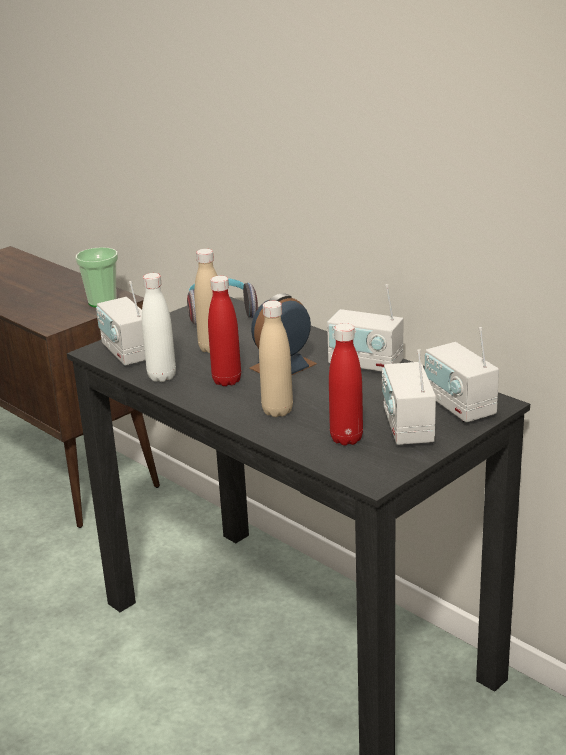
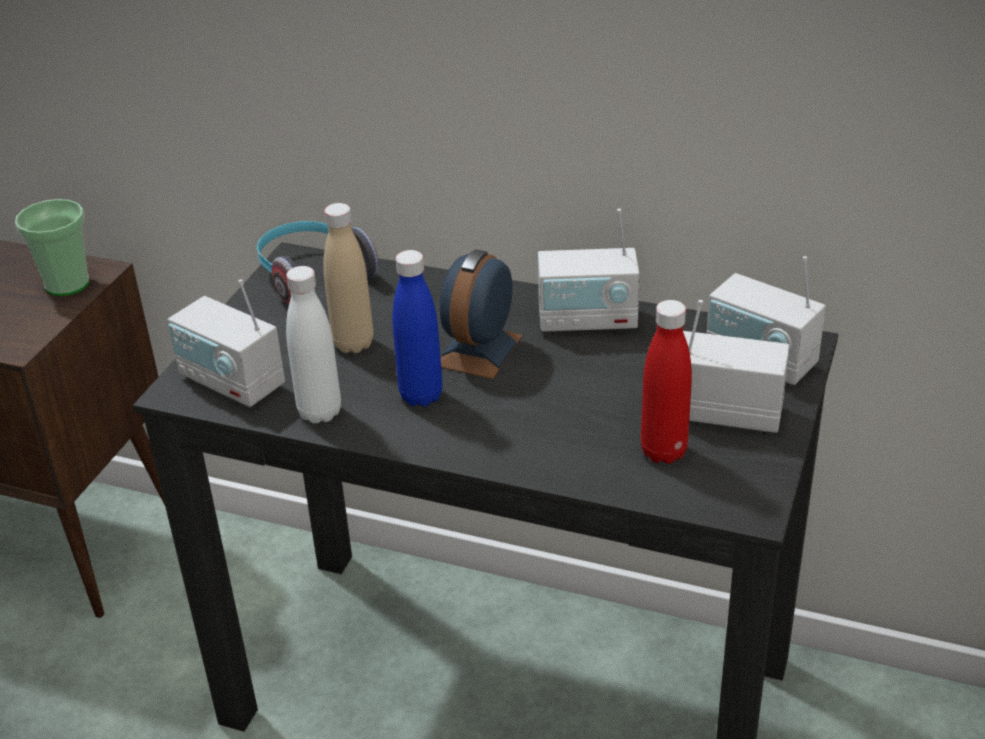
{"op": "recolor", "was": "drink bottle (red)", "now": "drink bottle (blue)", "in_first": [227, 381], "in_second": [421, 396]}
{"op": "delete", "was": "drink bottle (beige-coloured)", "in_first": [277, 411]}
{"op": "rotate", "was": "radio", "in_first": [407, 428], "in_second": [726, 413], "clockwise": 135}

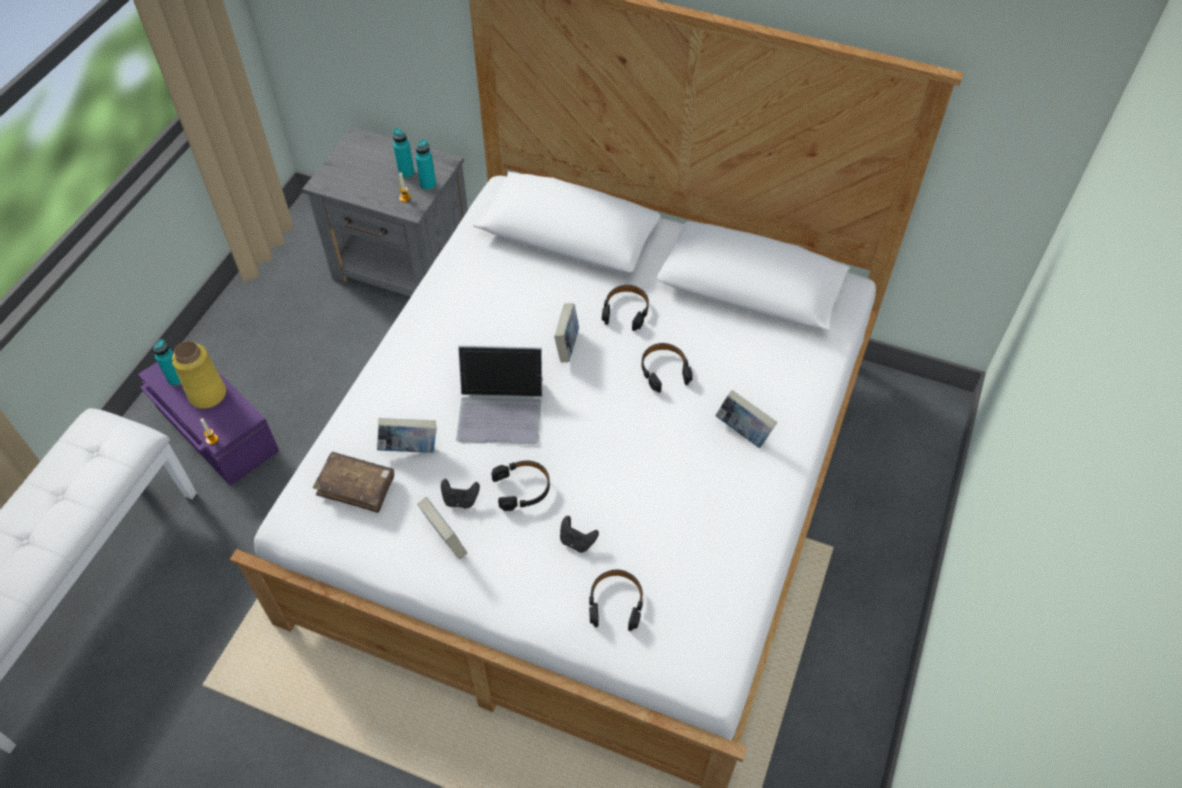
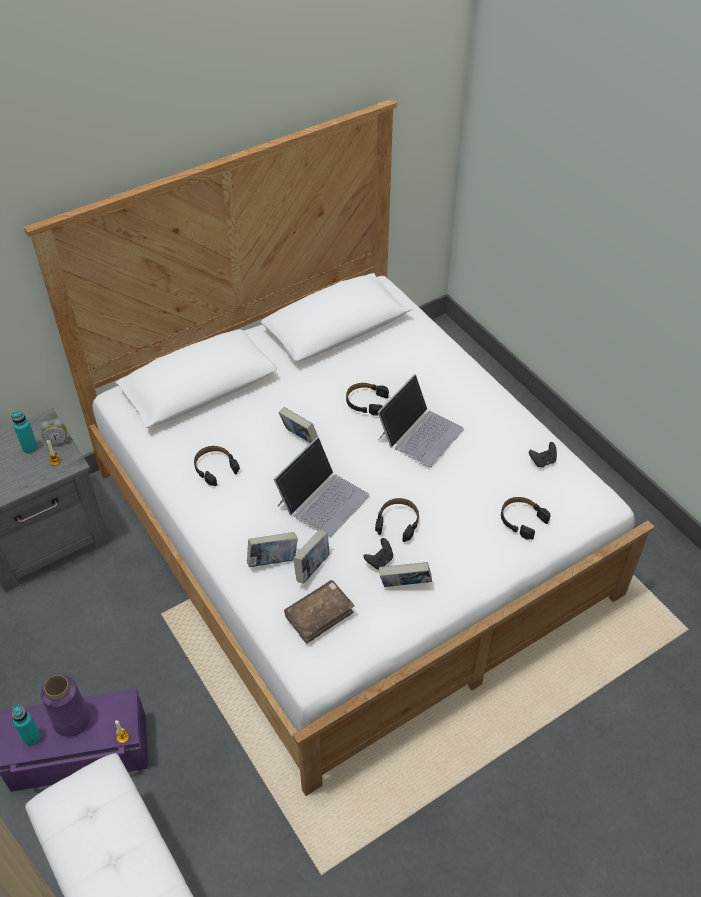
{"op": "recolor", "was": "decorative vase (yellowish)", "now": "decorative vase (purple)", "in_first": [208, 394], "in_second": [72, 720]}
{"op": "replace", "was": "drink bottle (blue-green)", "now": "alarm clock", "in_first": [428, 185], "in_second": [57, 441]}
{"op": "move", "was": "joypad (black-coloured)", "in_first": [577, 541], "in_second": [542, 461]}
{"op": "move", "was": "pair of headphones (black-coloured)", "in_first": [626, 311], "in_second": [215, 468]}
{"op": "move", "was": "book", "in_first": [743, 432], "in_second": [273, 561]}
{"op": "insert", "now": "laptop", "in_second": [420, 433]}

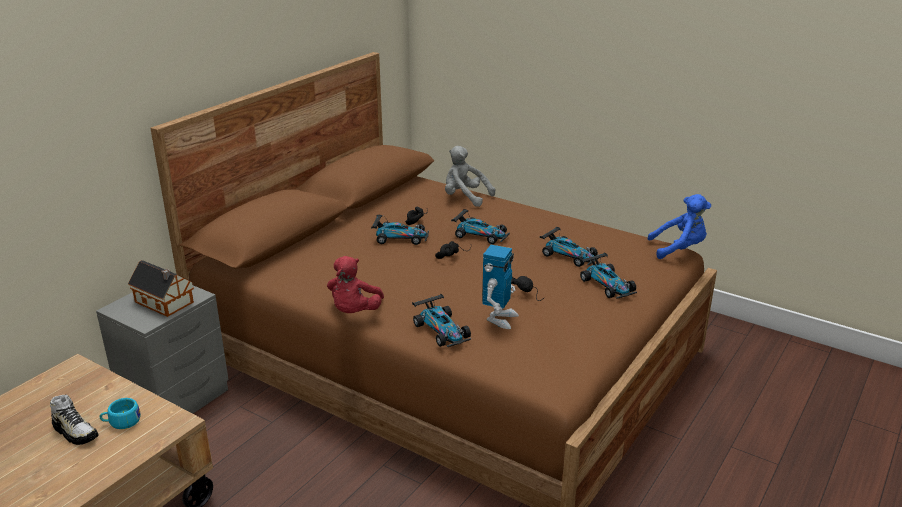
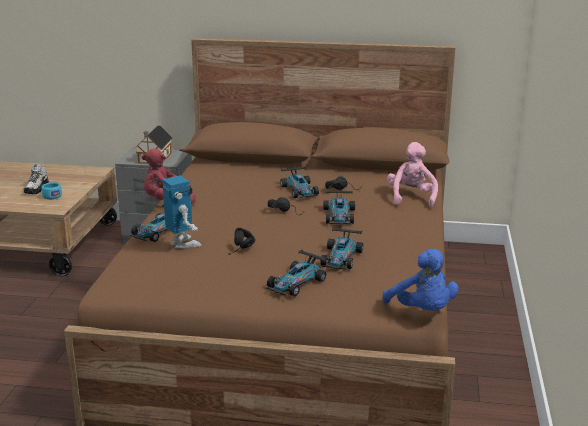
{"op": "recolor", "was": "soft toy (greyish)", "now": "soft toy (pink)", "in_first": [465, 198], "in_second": [411, 197]}
{"op": "rotate", "was": "robot figure", "in_first": [499, 319], "in_second": [183, 244], "clockwise": -120}

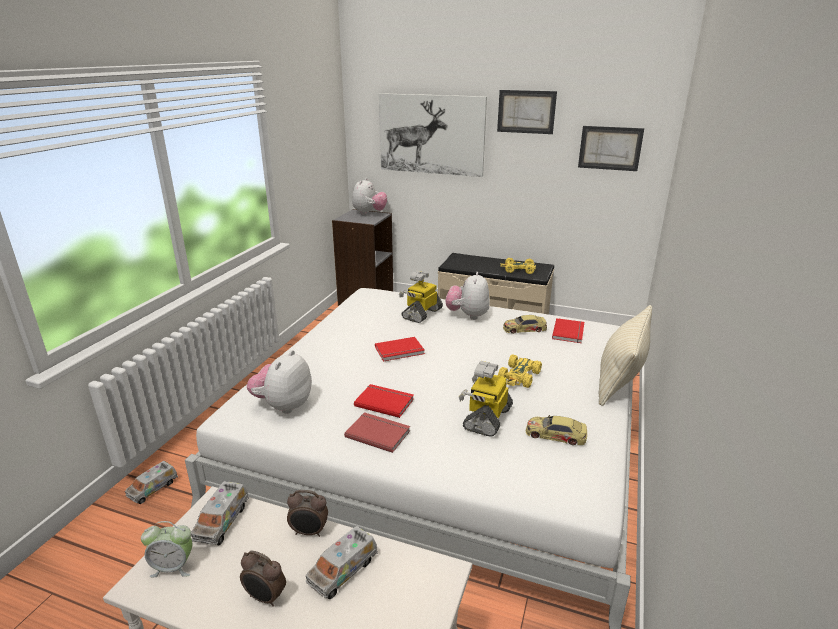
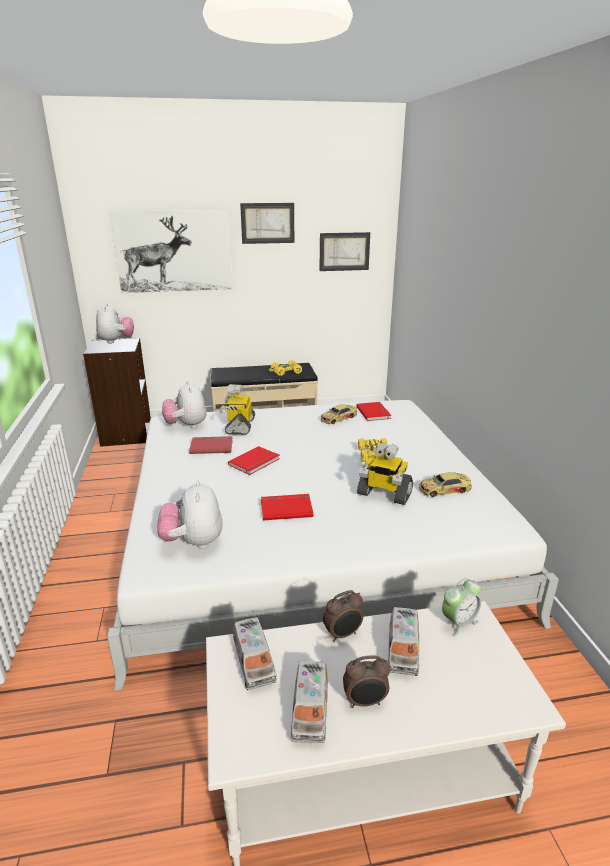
{"op": "move", "was": "model truck", "in_first": [153, 488], "in_second": [310, 710]}
{"op": "move", "was": "alarm clock", "in_first": [173, 567], "in_second": [458, 622]}
{"op": "move", "was": "book (red)", "in_first": [378, 433], "in_second": [211, 446]}
{"op": "move", "was": "soft toy", "in_first": [468, 315], "in_second": [186, 425]}
{"op": "rotate", "was": "robot figure", "in_first": [486, 418], "in_second": [383, 494], "clockwise": -60}
{"op": "delete", "was": "throw pillow (beige-coloured)", "in_first": [620, 378]}

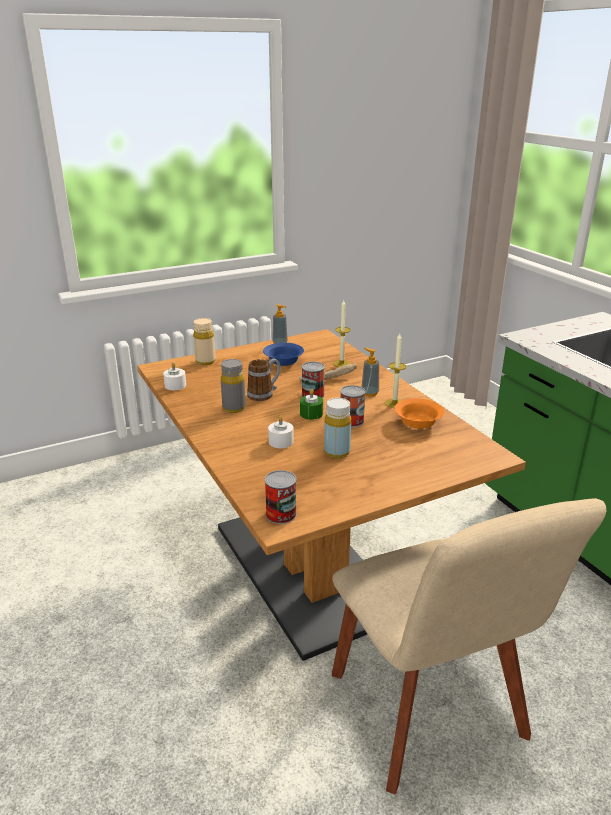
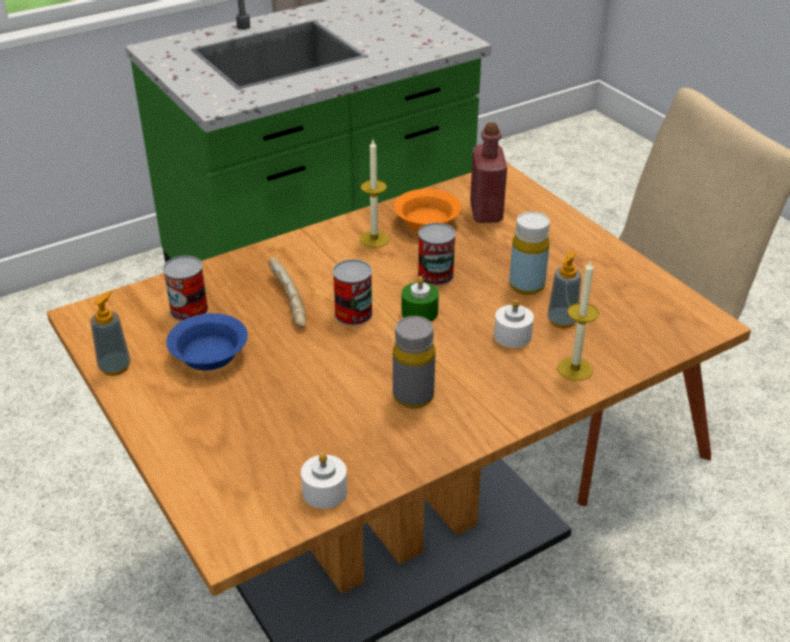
{"op": "delete", "was": "drink bottle (beige-coloured)", "in_first": [205, 361]}
{"op": "delete", "was": "coffee mug", "in_first": [264, 394]}
{"op": "move", "was": "sealed can", "in_first": [281, 514], "in_second": [189, 310]}
{"op": "move", "was": "wax candle", "in_first": [341, 363], "in_second": [575, 369]}
{"op": "move", "was": "soap bottle", "in_first": [369, 393], "in_second": [562, 321]}
{"op": "insert", "now": "drink bottle (red)", "in_second": [486, 212]}

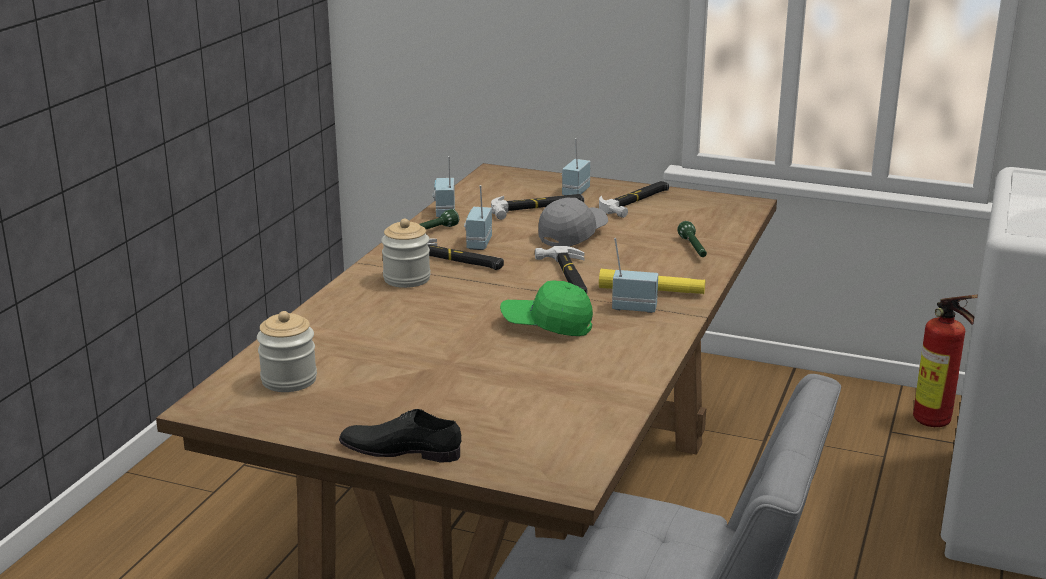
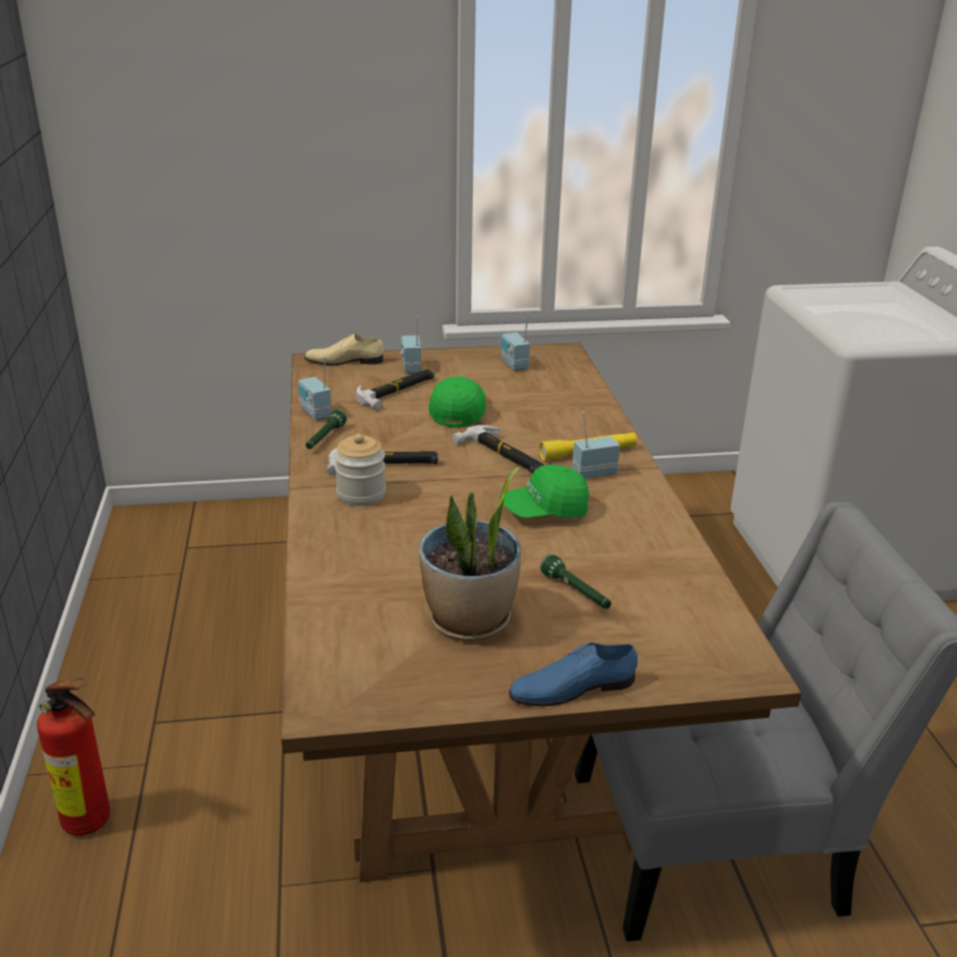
{"op": "delete", "was": "storage jar", "in_first": [289, 380]}
{"op": "recolor", "was": "shoe (black-coloured)", "now": "shoe (blue)", "in_first": [401, 449], "in_second": [571, 687]}
{"op": "move", "was": "radio", "in_first": [477, 243], "in_second": [513, 365]}
{"op": "recolor", "was": "baseball cap (greyish)", "now": "baseball cap (green)", "in_first": [573, 235], "in_second": [459, 412]}
{"op": "delete", "was": "tool hammer", "in_first": [636, 201]}
{"op": "move", "was": "flashlight (green)", "in_first": [693, 249], "in_second": [576, 592]}
{"op": "move", "was": "fire extinguisher", "in_first": [935, 423], "in_second": [91, 824]}
{"op": "insert", "now": "shoe (beige-coloured)", "in_second": [344, 360]}
{"op": "insert", "now": "plant in a pot", "in_second": [470, 621]}

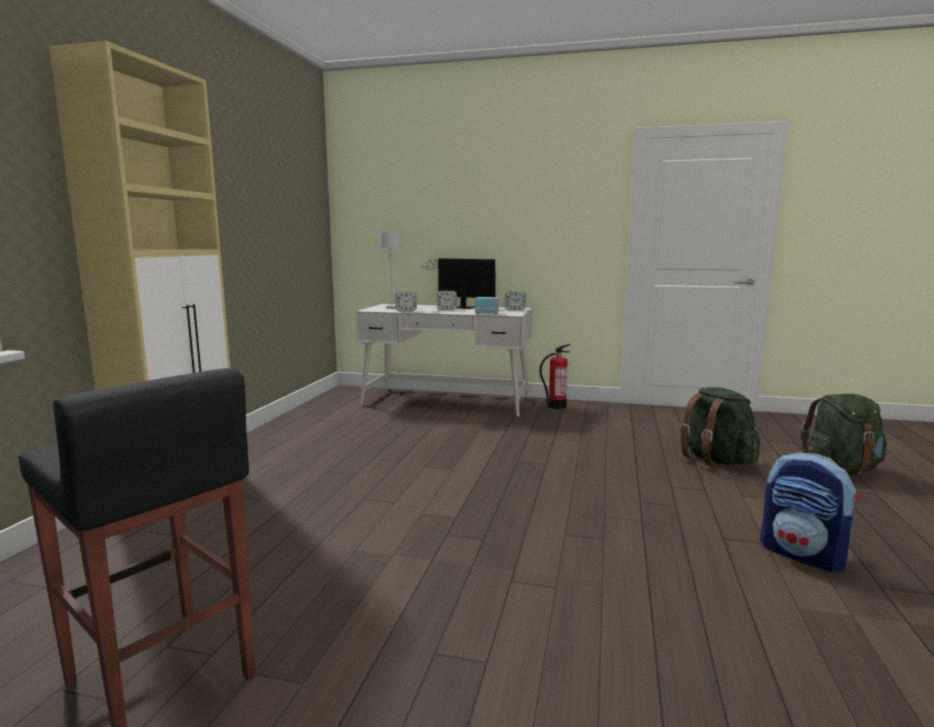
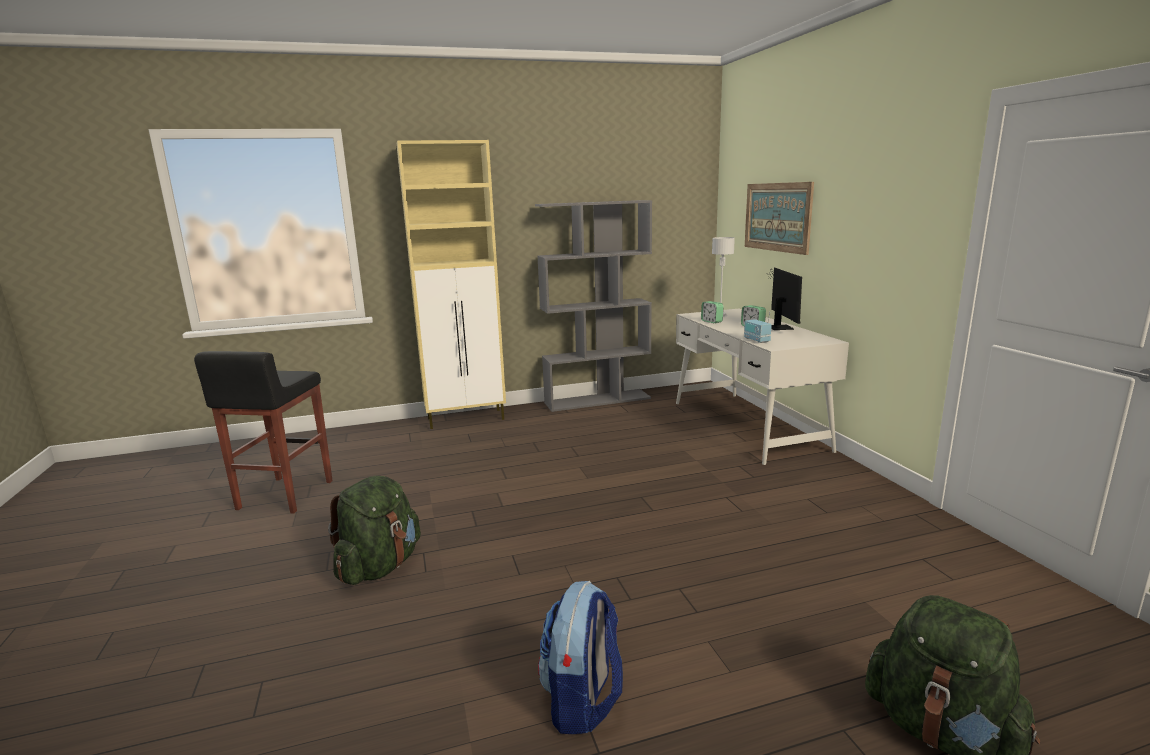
{"op": "delete", "was": "alarm clock", "in_first": [515, 309]}
{"op": "delete", "was": "fire extinguisher", "in_first": [556, 406]}
{"op": "move", "was": "backpack (green)", "in_first": [715, 460], "in_second": [380, 566]}
{"op": "insert", "now": "bookcase (greyish)", "in_second": [598, 400]}
{"op": "insert", "now": "picture", "in_second": [777, 217]}

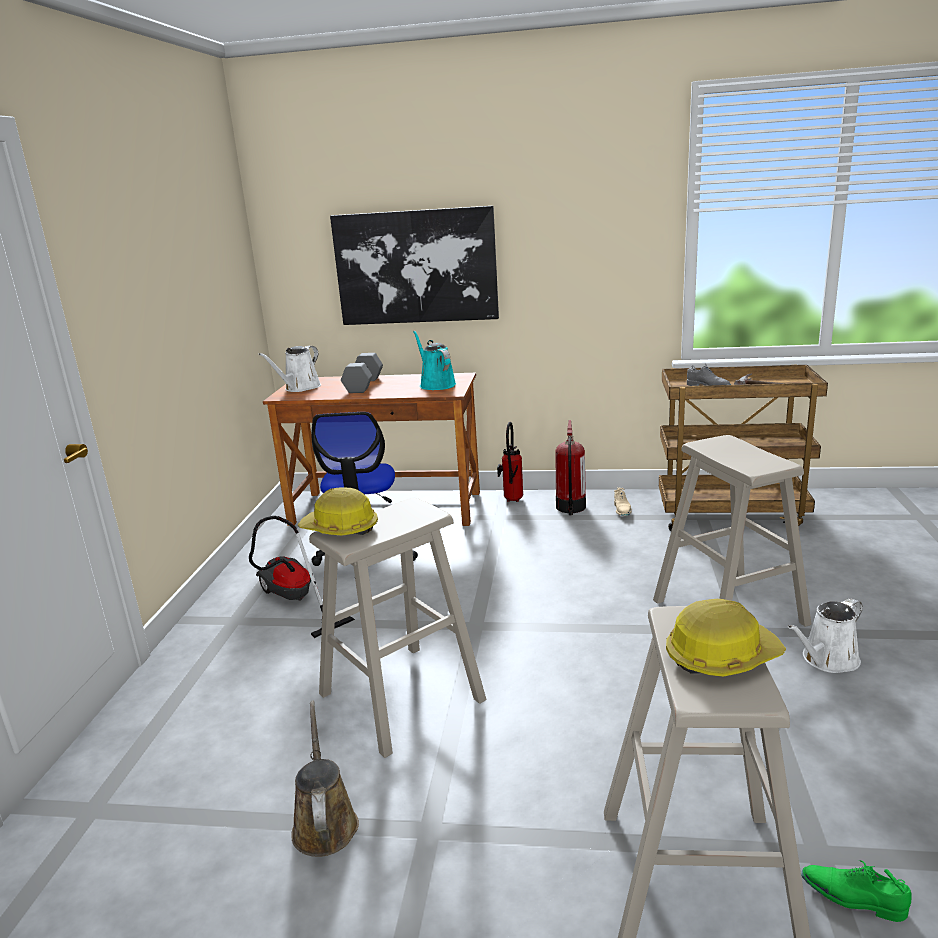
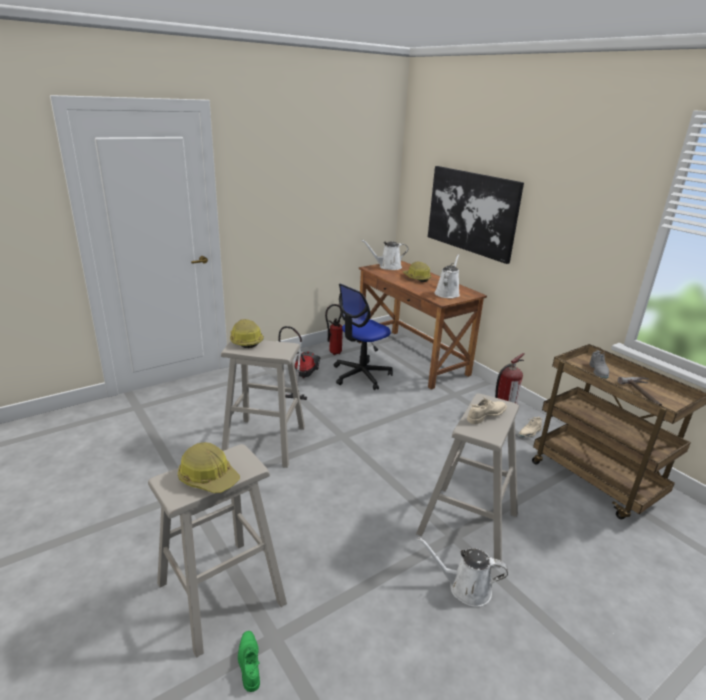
{"op": "delete", "was": "watering can (brown-coloured)", "in_first": [324, 823]}
{"op": "replace", "was": "free weight (greyish)", "now": "work helmet", "in_first": [364, 385], "in_second": [416, 278]}
{"op": "recolor", "was": "watering can (blue-green)", "now": "watering can (white-coloured)", "in_first": [436, 384], "in_second": [447, 293]}
{"op": "move", "was": "fire extinguisher", "in_first": [511, 500], "in_second": [333, 353]}
{"op": "insert", "now": "shoe (beige-coloured)", "in_second": [486, 416]}

